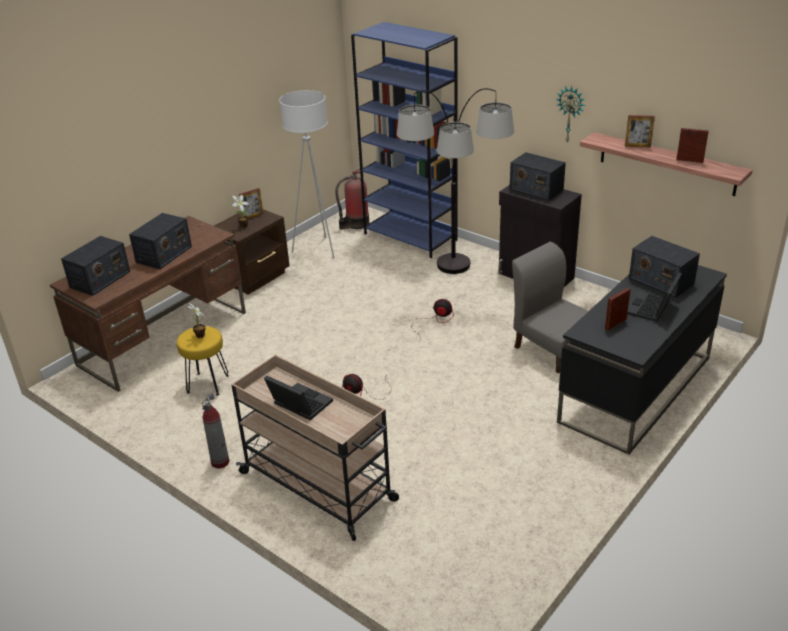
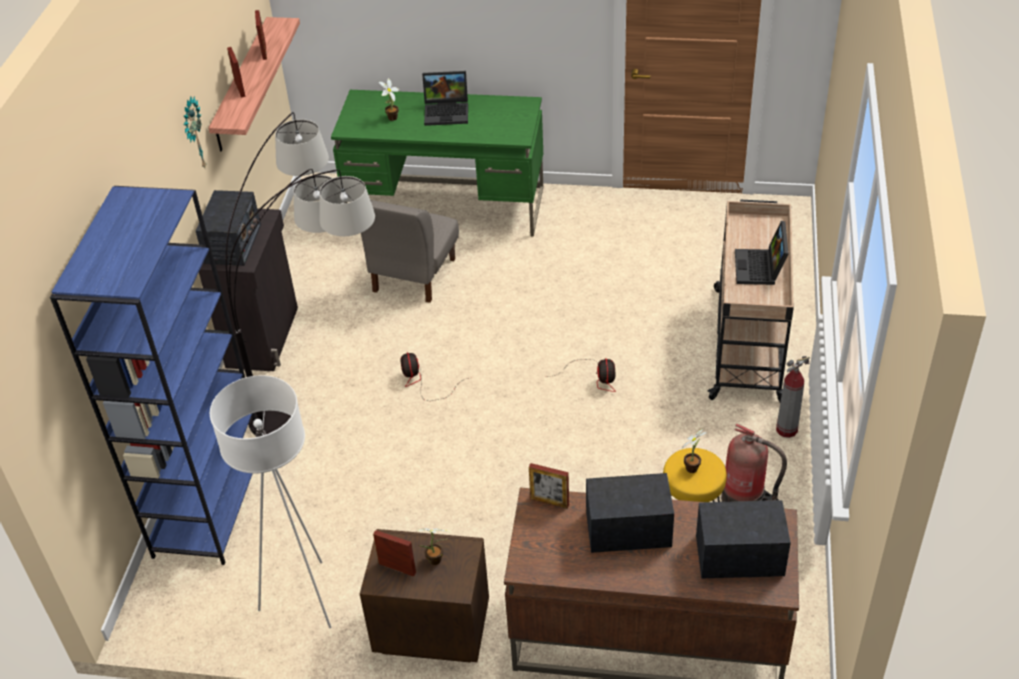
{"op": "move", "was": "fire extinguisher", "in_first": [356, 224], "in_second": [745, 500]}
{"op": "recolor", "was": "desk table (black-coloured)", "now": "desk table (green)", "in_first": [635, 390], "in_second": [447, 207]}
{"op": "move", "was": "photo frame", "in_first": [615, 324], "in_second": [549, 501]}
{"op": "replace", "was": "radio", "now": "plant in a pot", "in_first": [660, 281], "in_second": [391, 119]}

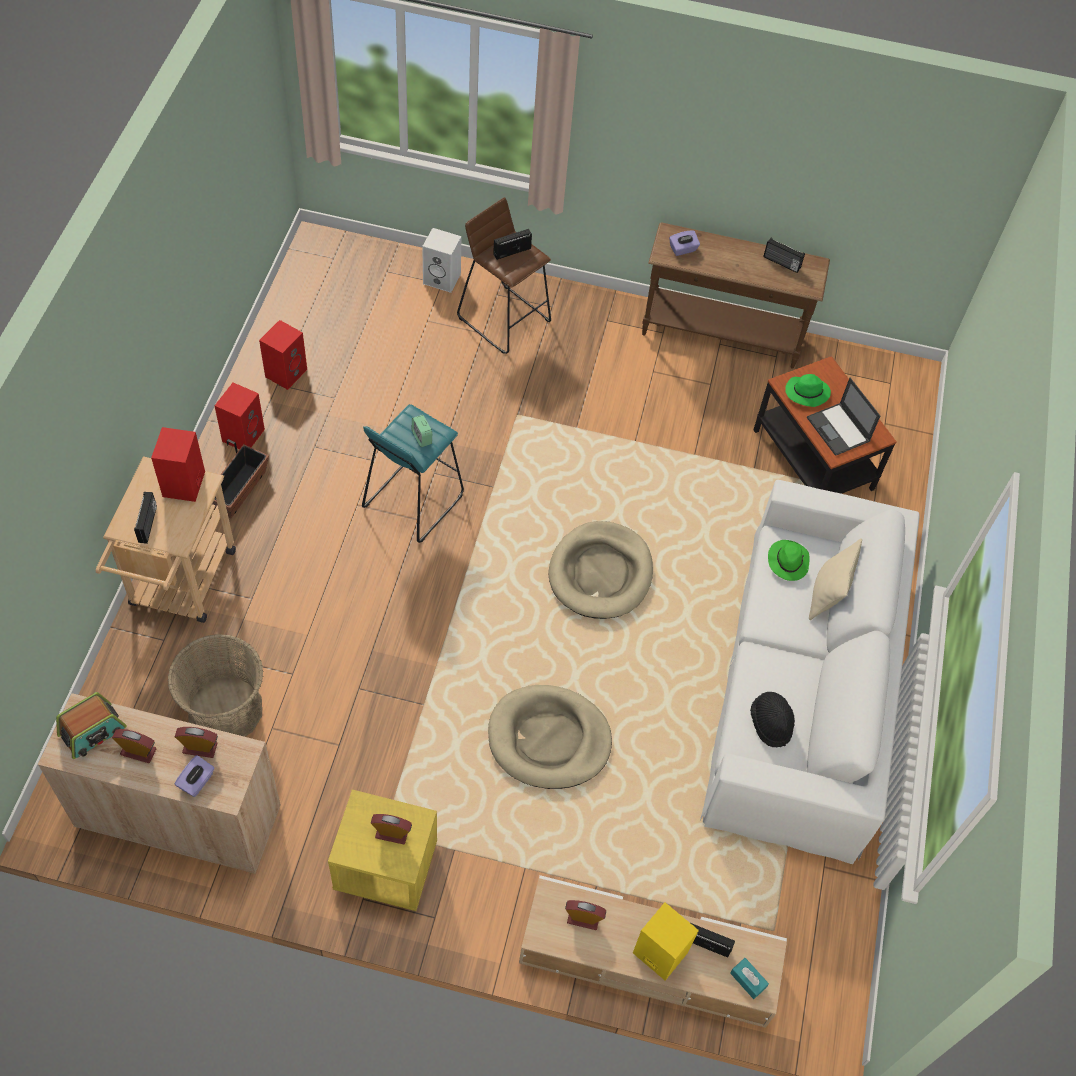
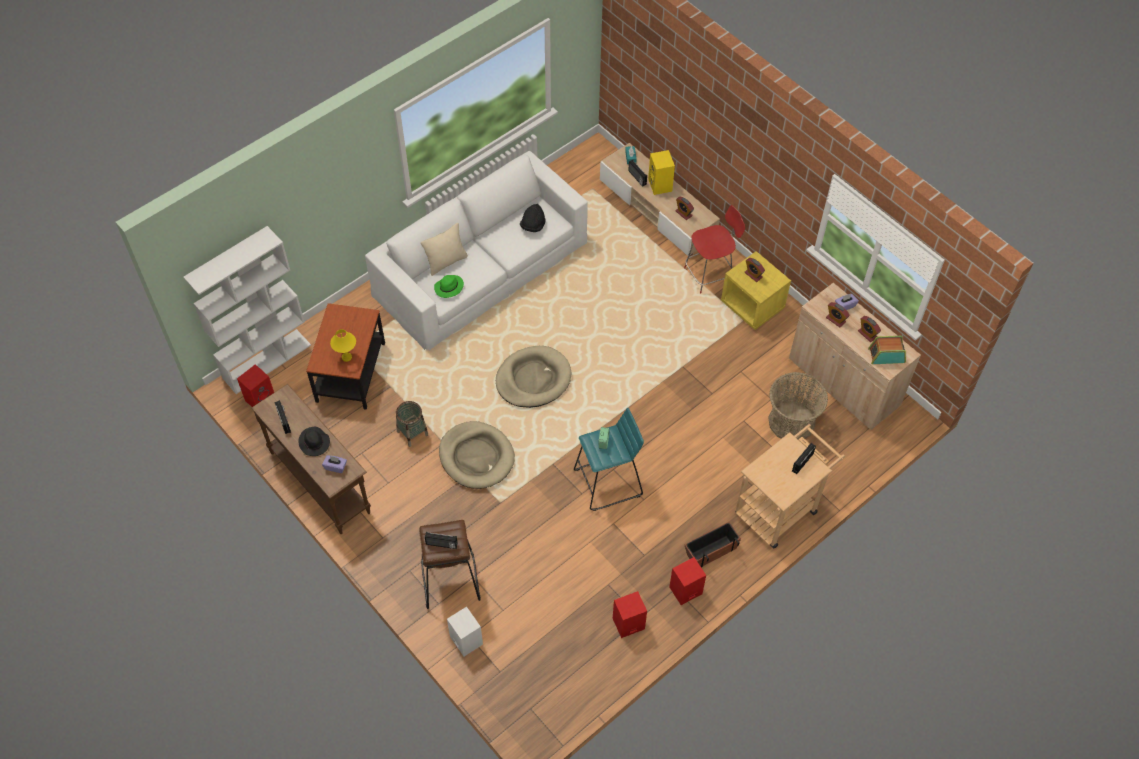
{"op": "move", "was": "audio speaker (red)", "in_first": [184, 485], "in_second": [260, 398]}
{"op": "move", "was": "pet bed (beige-coloured)", "in_first": [548, 739], "in_second": [476, 457]}
{"op": "replace", "was": "wearable hat (green)", "now": "lamp for a table (yellowish)", "in_first": [806, 393], "in_second": [346, 357]}
{"op": "delete", "was": "laptop", "in_first": [839, 430]}
{"op": "insert", "now": "bookcase (white-coloured)", "in_second": [267, 361]}
{"op": "insert", "now": "wearable hat (black-coloured)", "in_second": [314, 443]}
{"op": "insert", "now": "storage basket", "in_second": [412, 433]}
{"op": "insert", "now": "sitting stool (red)", "in_second": [710, 274]}

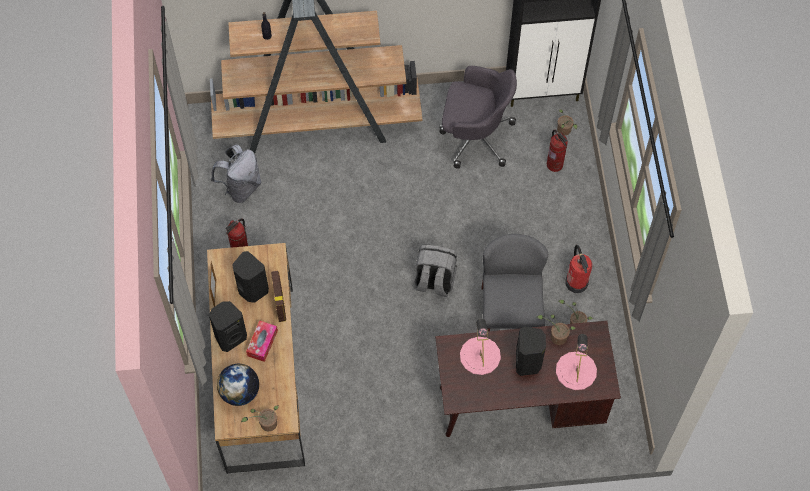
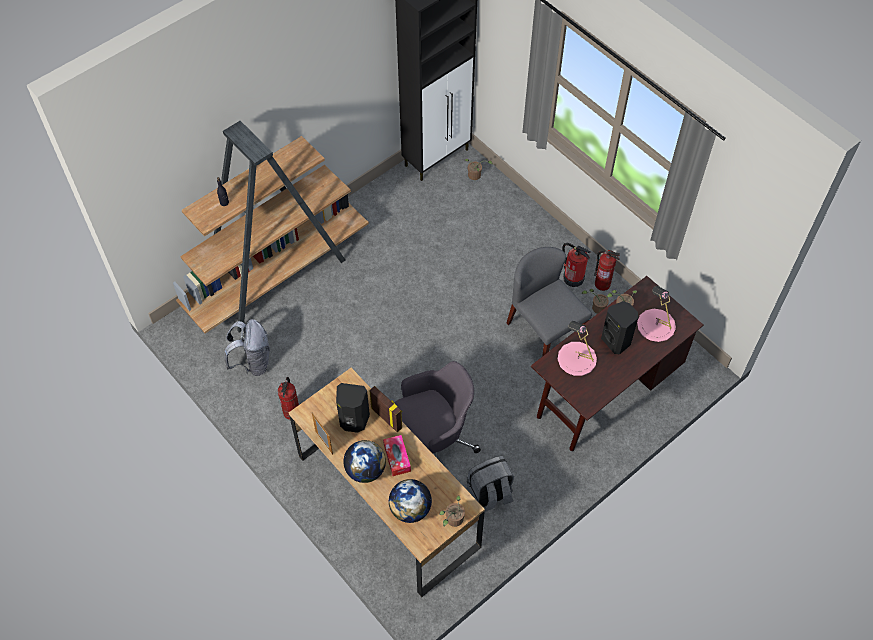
{"op": "replace", "was": "audio speaker (black-coloured)", "now": "world globe", "in_first": [230, 337], "in_second": [365, 470]}
{"op": "move", "was": "backpack (greyish)", "in_first": [434, 281], "in_second": [490, 495]}
{"op": "move", "was": "office chair (greyish)", "in_first": [475, 136], "in_second": [434, 439]}
{"op": "move", "was": "fire extinguisher", "in_first": [555, 164], "in_second": [602, 284]}

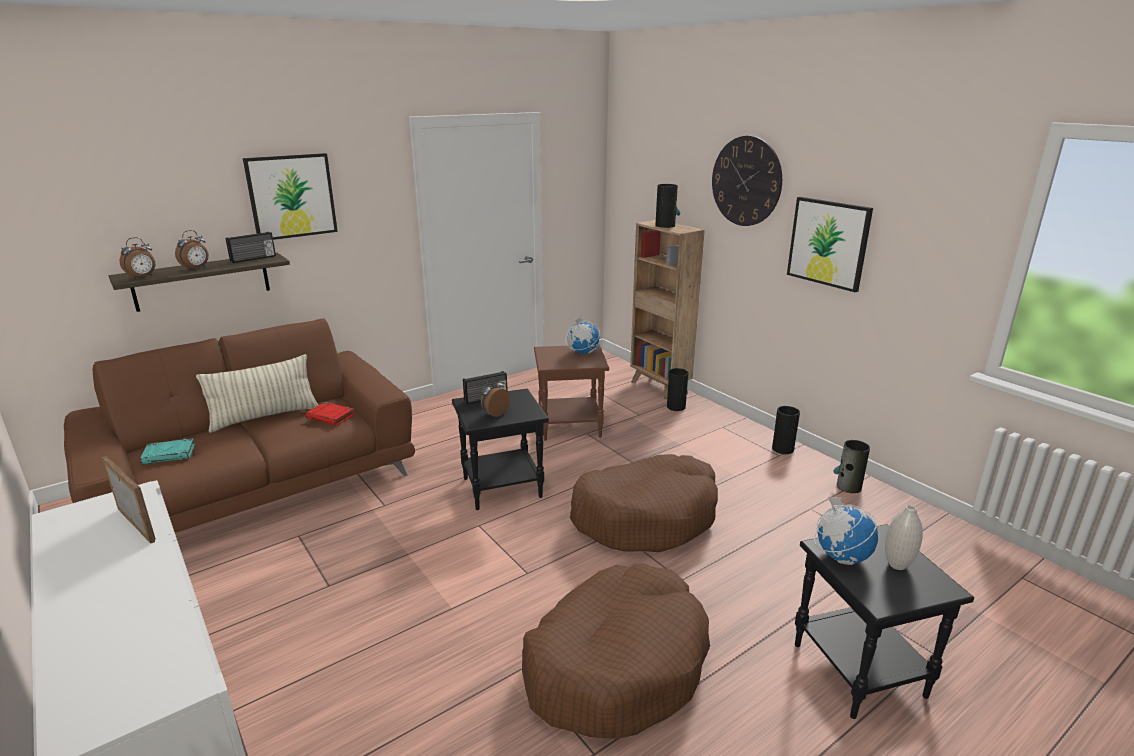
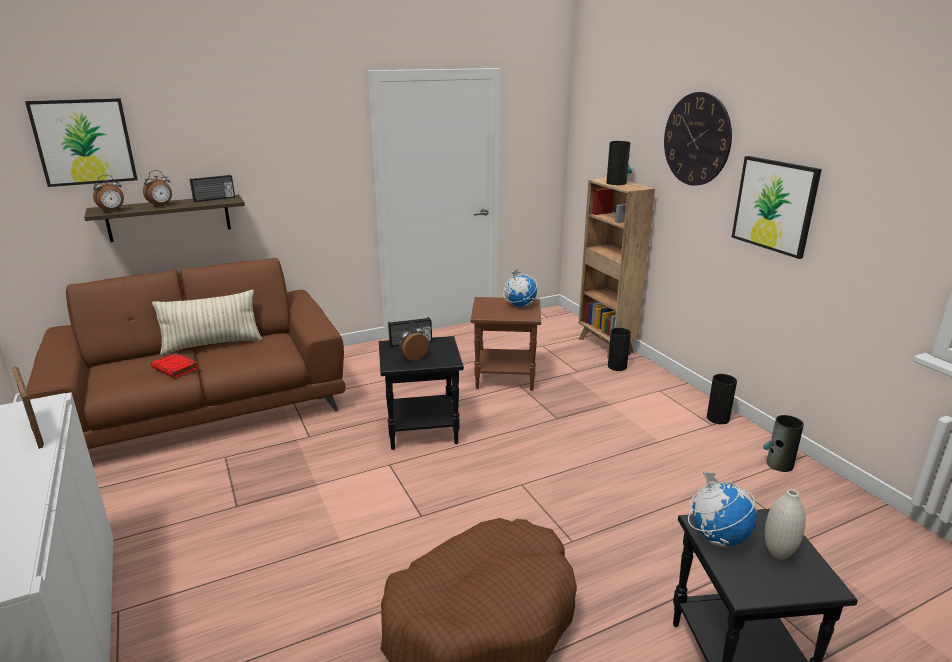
{"op": "delete", "was": "book (blue-green)", "in_first": [169, 454]}
{"op": "move", "was": "picture", "in_first": [291, 196], "in_second": [84, 142]}
{"op": "move", "was": "book (red)", "in_first": [331, 417], "in_second": [175, 368]}
{"op": "delete", "was": "pet bed (brown-coloured)", "in_first": [645, 517]}

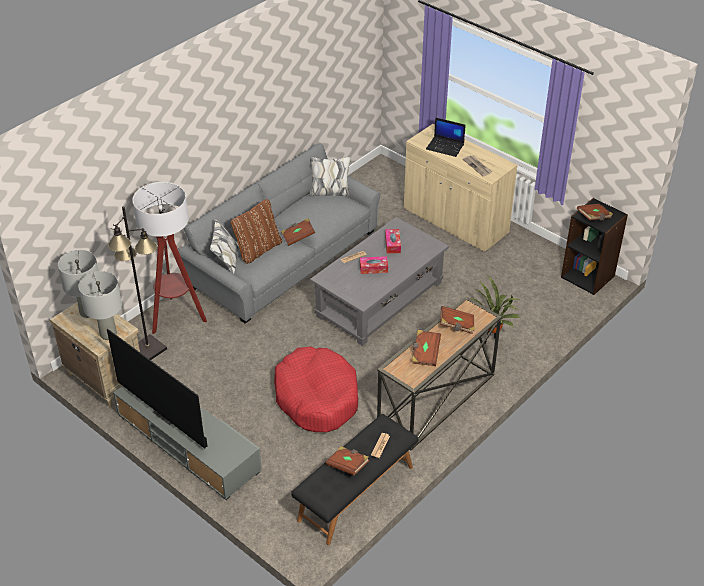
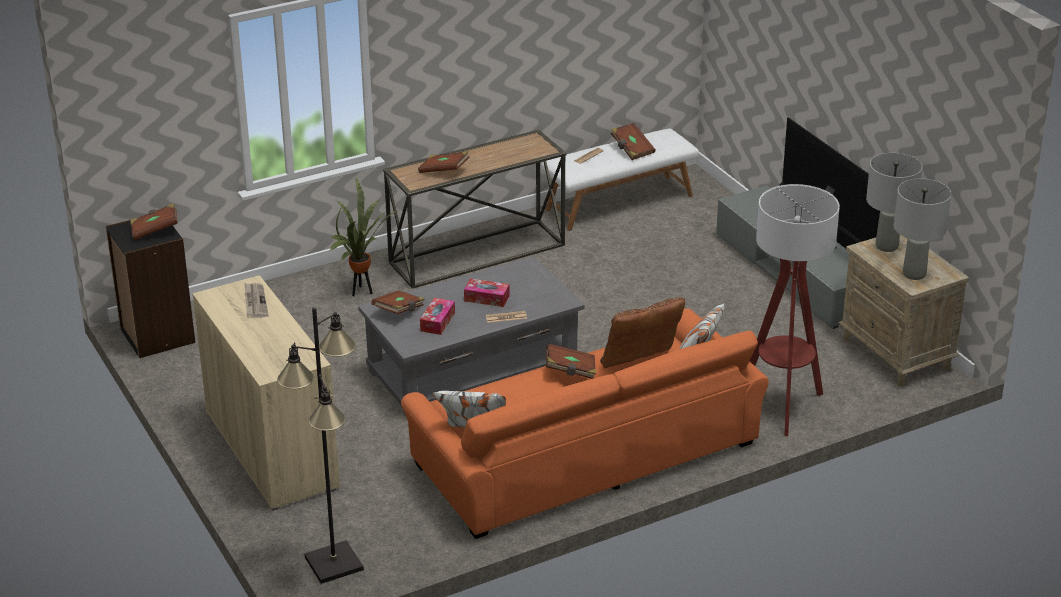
{"op": "move", "was": "standing lamp (black-coloured)", "in_first": [147, 349], "in_second": [335, 564]}
{"op": "recolor", "was": "couch (greyish)", "now": "couch (orange)", "in_first": [284, 258], "in_second": [584, 454]}
{"op": "delete", "was": "pet bed (red)", "in_first": [317, 397]}
{"op": "recolor", "was": "indoor bench (black-coloured)", "now": "indoor bench (white-coloured)", "in_first": [356, 494], "in_second": [619, 202]}
{"op": "move", "was": "book (brown-coloured)", "in_first": [425, 353], "in_second": [399, 311]}
{"op": "delete", "was": "laptop", "in_first": [445, 146]}

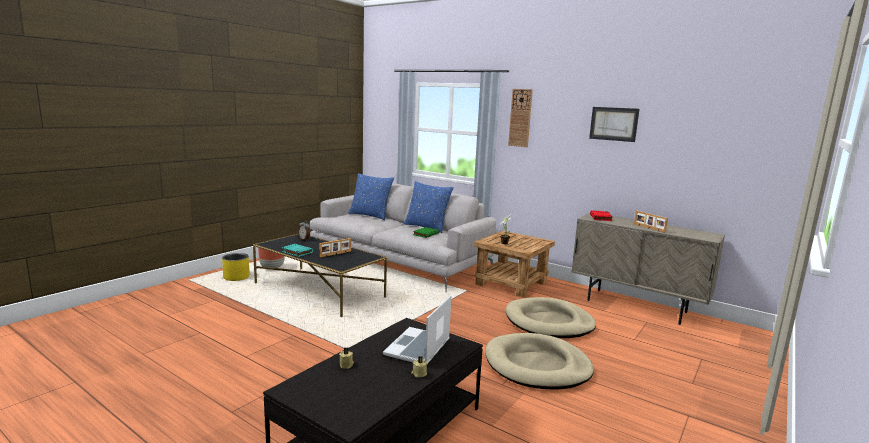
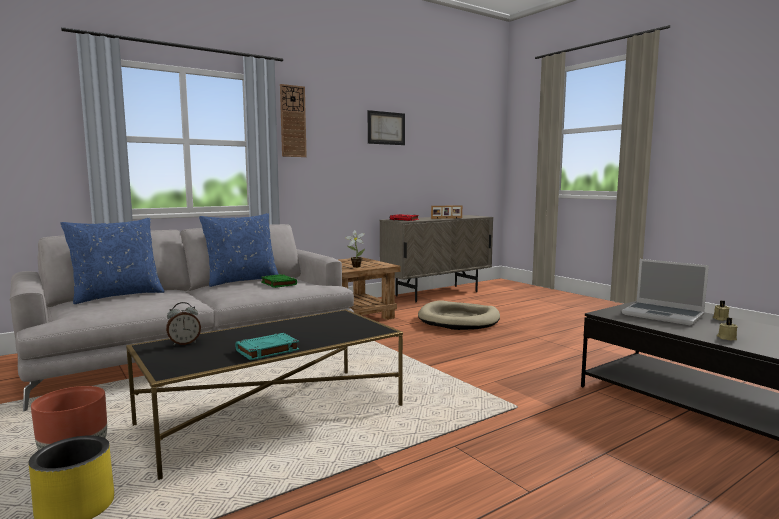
{"op": "delete", "was": "photo frame", "in_first": [336, 254]}
{"op": "delete", "was": "pet bed (beige-coloured)", "in_first": [537, 365]}

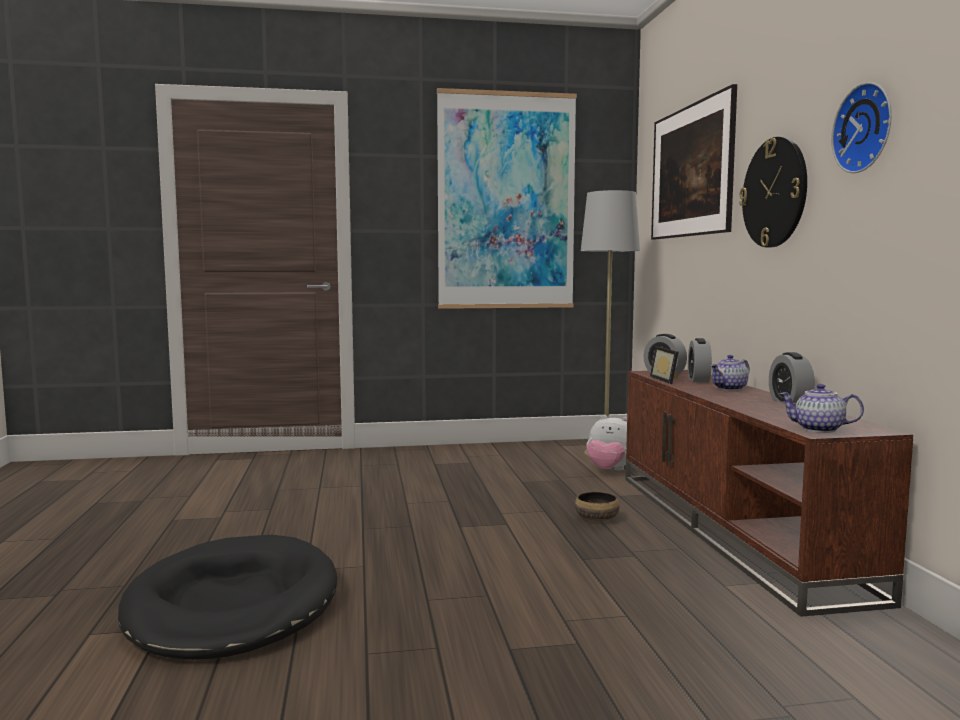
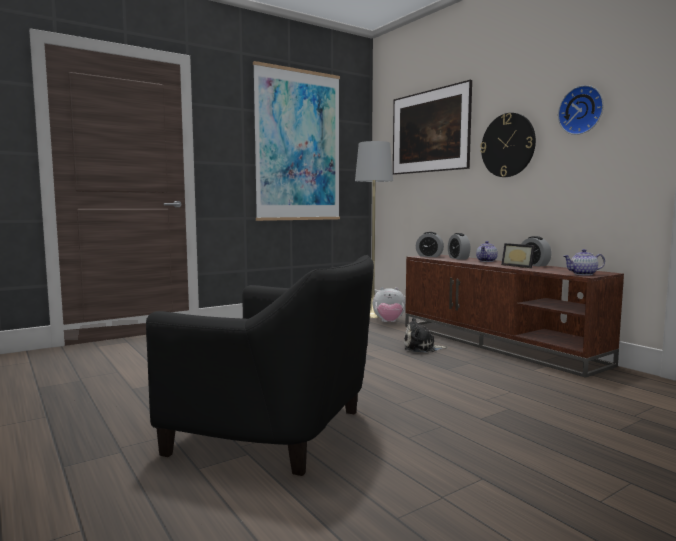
{"op": "replace", "was": "pet bed (black-coloured)", "now": "armchair (black-coloured)", "in_first": [233, 604], "in_second": [276, 430]}
{"op": "replace", "was": "deep dish", "now": "soft toy", "in_first": [597, 519], "in_second": [421, 348]}
{"op": "move", "was": "photo frame", "in_first": [668, 380], "in_second": [519, 266]}

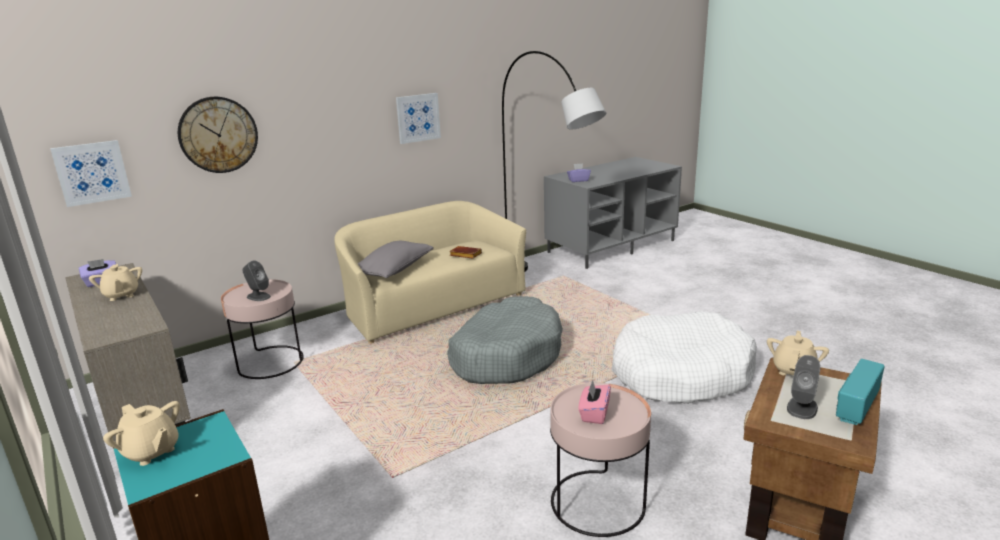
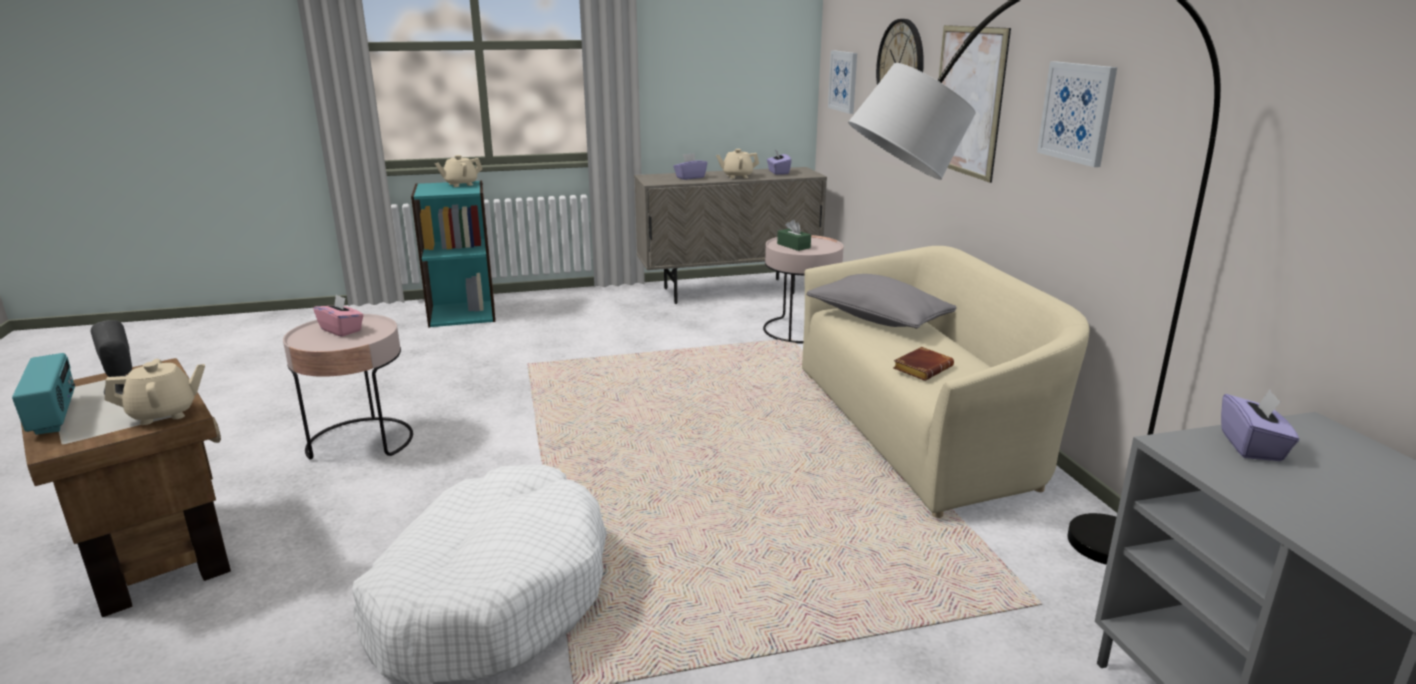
{"op": "replace", "was": "audio speaker (greyish)", "now": "box of tissues (green)", "in_first": [258, 296], "in_second": [793, 246]}
{"op": "delete", "was": "pet bed (greyish)", "in_first": [506, 355]}
{"op": "rotate", "was": "tea pot (beige-coloured)", "in_first": [793, 370], "in_second": [164, 414], "clockwise": -75}
{"op": "insert", "now": "box of tissues (purple)", "in_second": [690, 177]}
{"op": "insert", "now": "picture", "in_second": [968, 101]}

